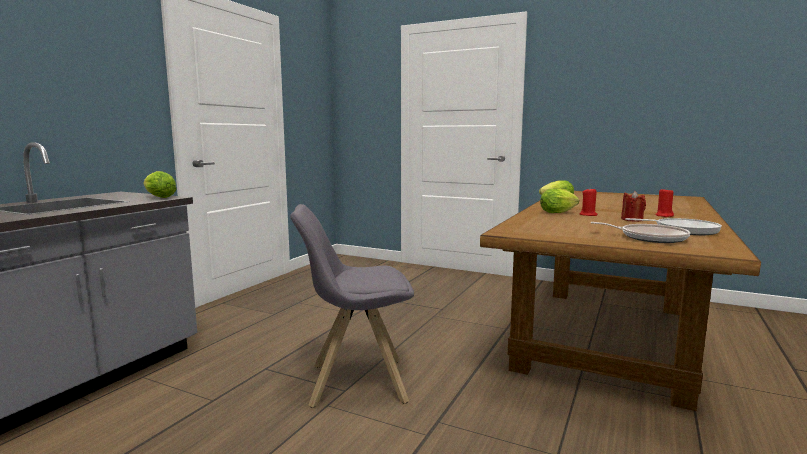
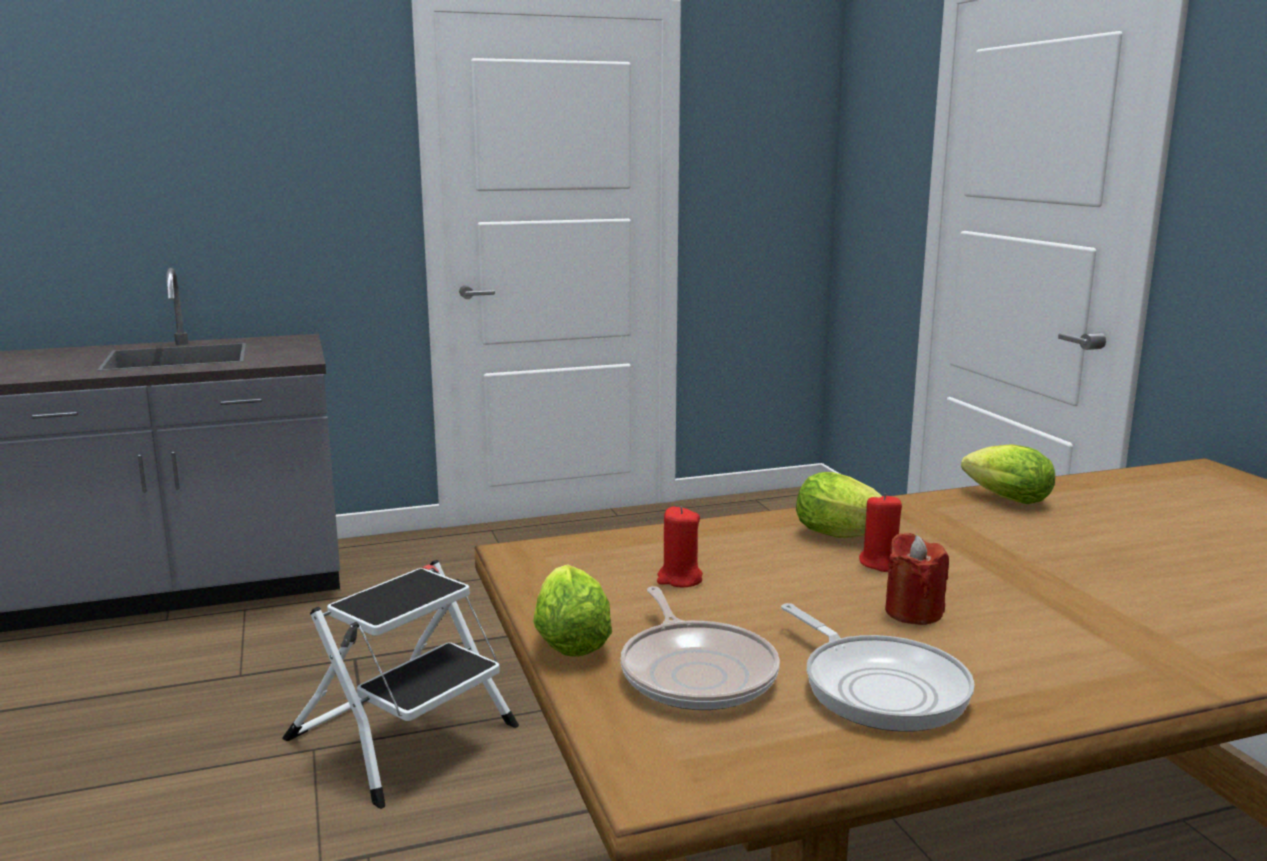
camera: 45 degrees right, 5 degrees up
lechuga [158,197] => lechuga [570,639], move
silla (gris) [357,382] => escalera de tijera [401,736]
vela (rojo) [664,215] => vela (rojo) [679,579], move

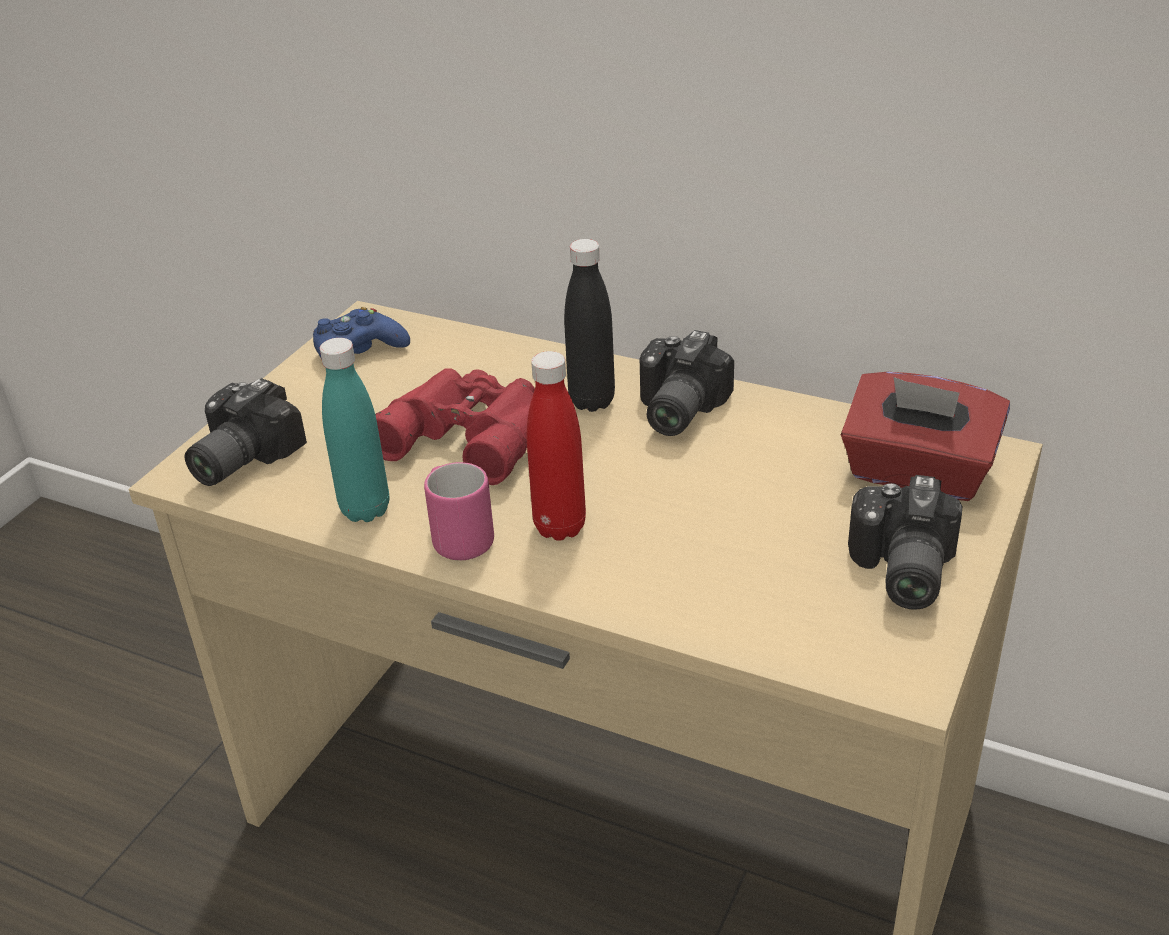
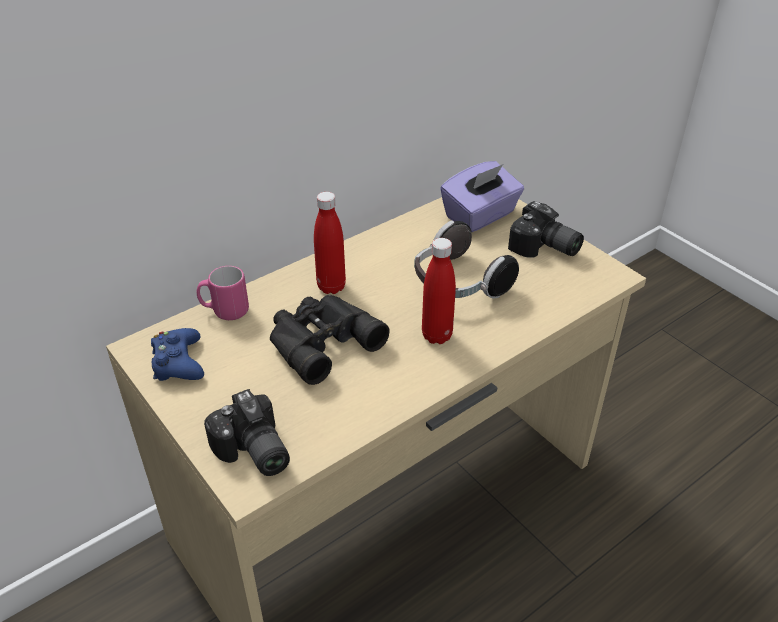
camera: 65 degrees left, 5 degrees up
botella (turquesa) [365,510] => nothing
prismáticos (rojo) [470,433] => prismáticos (negro) [320,341]
taza grande (rosa) [458,537] => taza grande (rosa) [225,311], move
botella (negro) [592,401] => botella (rojo) [331,287]
cámara [674,410] => nothing
caja de pañuelos (rojo) [917,473] => caja de pañuelos (morado) [480,215]
nothing => auriculares [458,284]

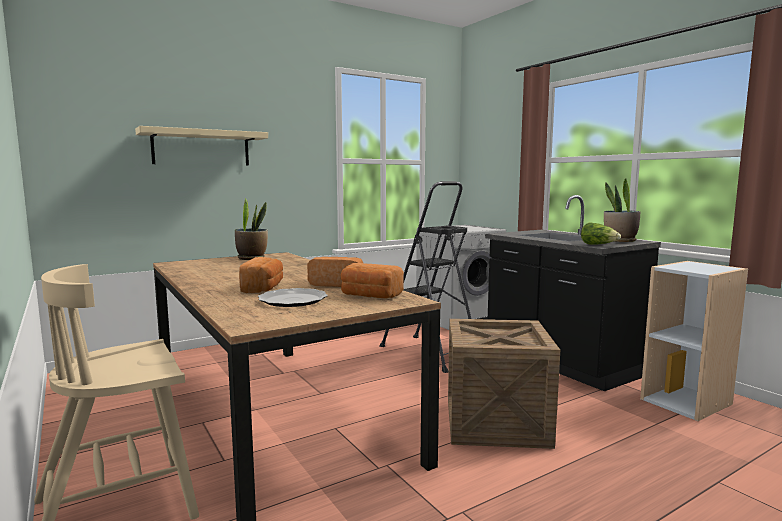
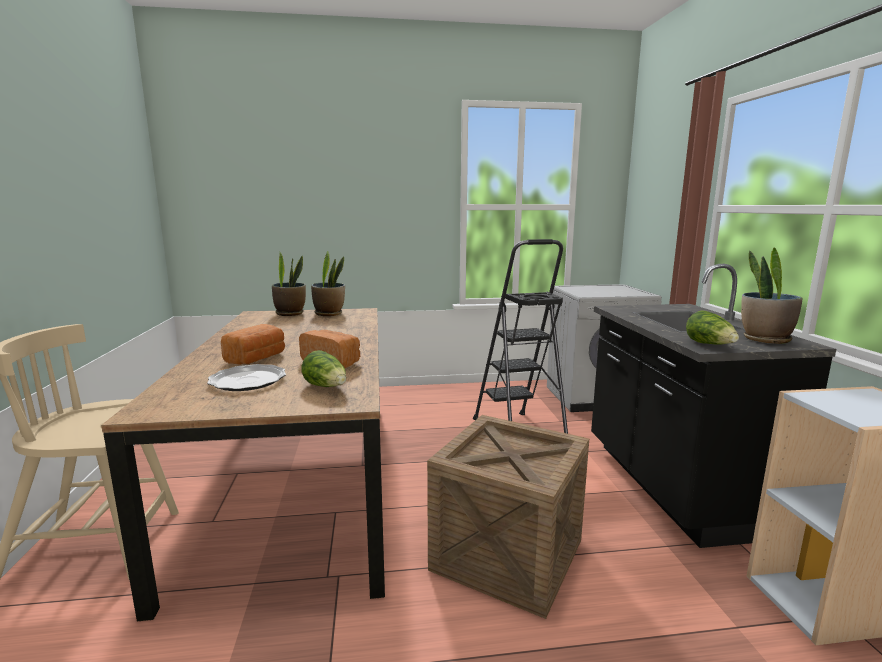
camera: 25 degrees right, 5 degrees up
estante (beis) [201,148] => nothing
pan [370,296] => lechuga [327,387]
nothing => planta en maceta [290,313]

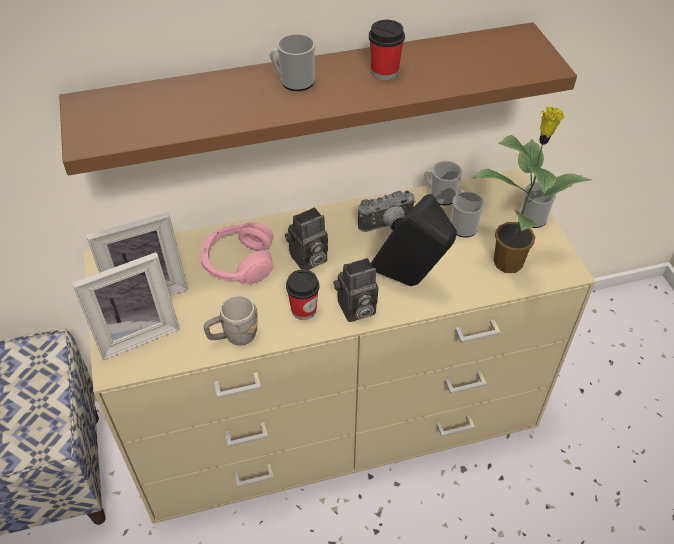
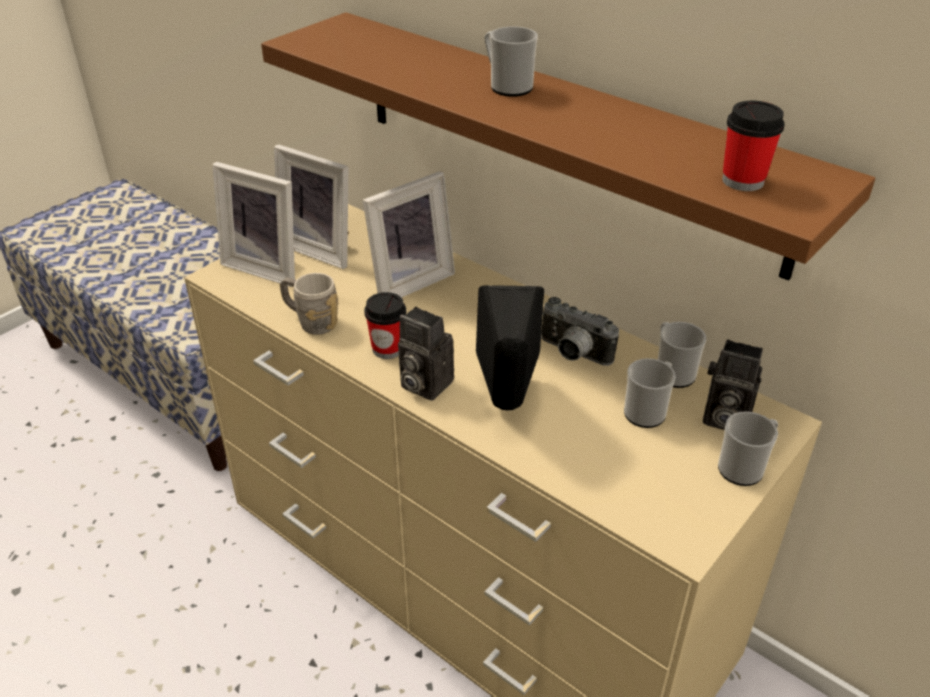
camera: 55 degrees right, 10 degrees down
auriculares (rosa) [238,262] => portarretratos [408,281]
cámara [308,260] => cámara [723,418], move
taza [384,72] => taza [743,181], move
planta en maceta [509,261] => nothing

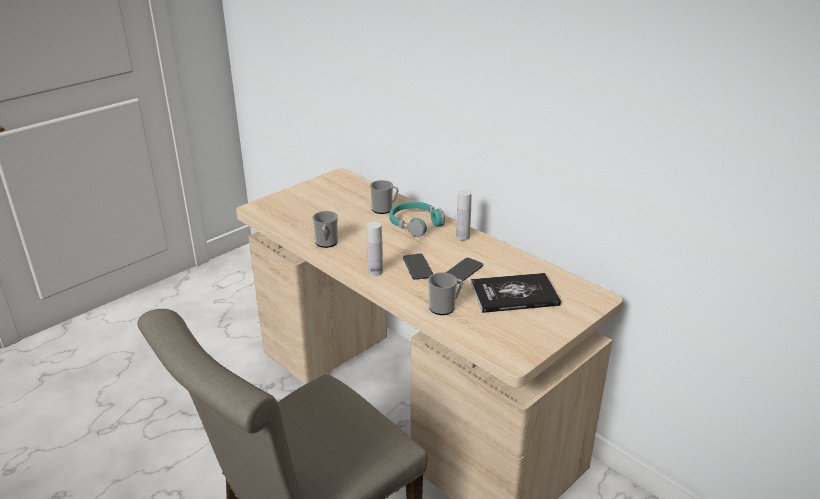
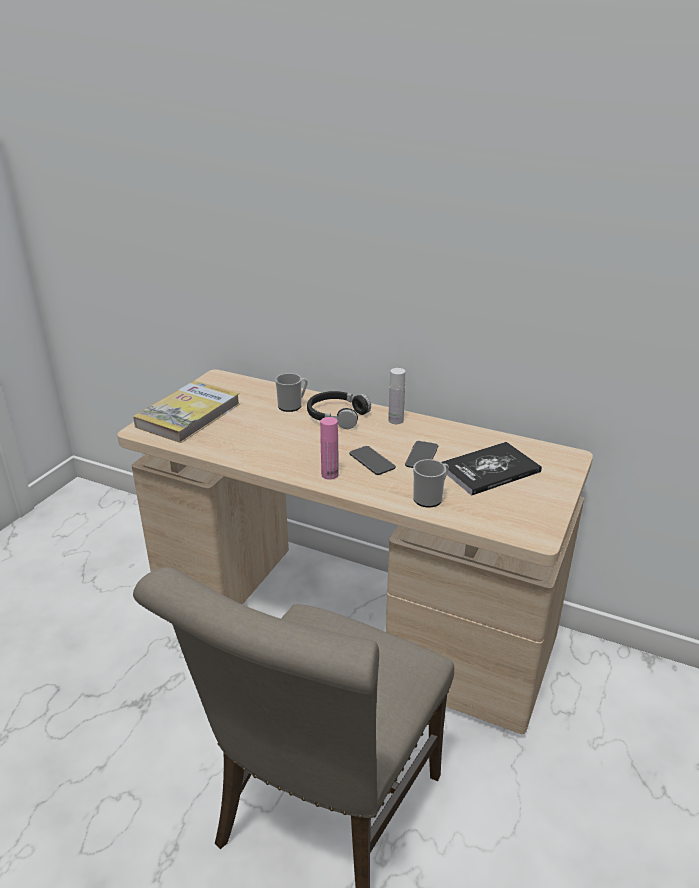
camera: 20 degrees left, 0 degrees up
taza grande [326,243] => nothing
botella (blanco) [375,271] => botella (rosa) [329,474]
auriculares (turquesa) [415,224] => auriculares (negro) [337,416]
nothing => libro [188,415]

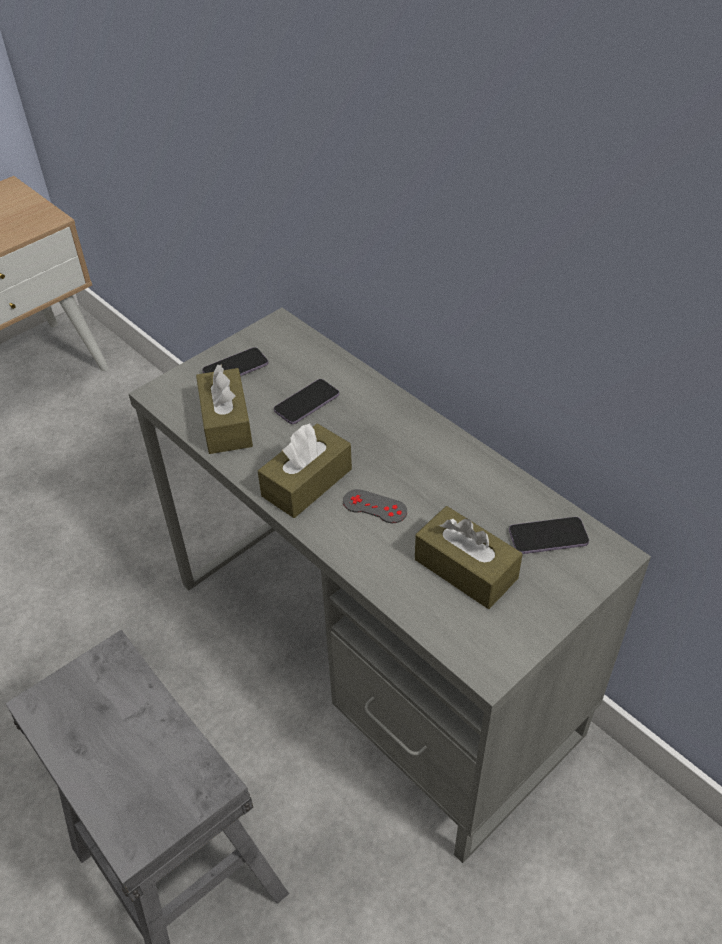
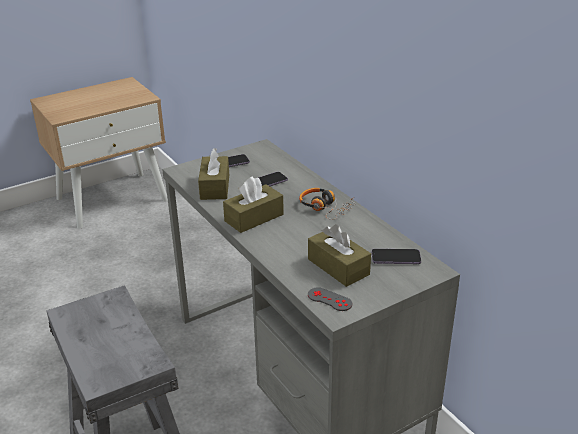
camera: 10 degrees right, 15 degrees down
mando de consola (gris) [374,506] => mando de consola (gris) [329,299], move
nothing => auriculares [325,208]

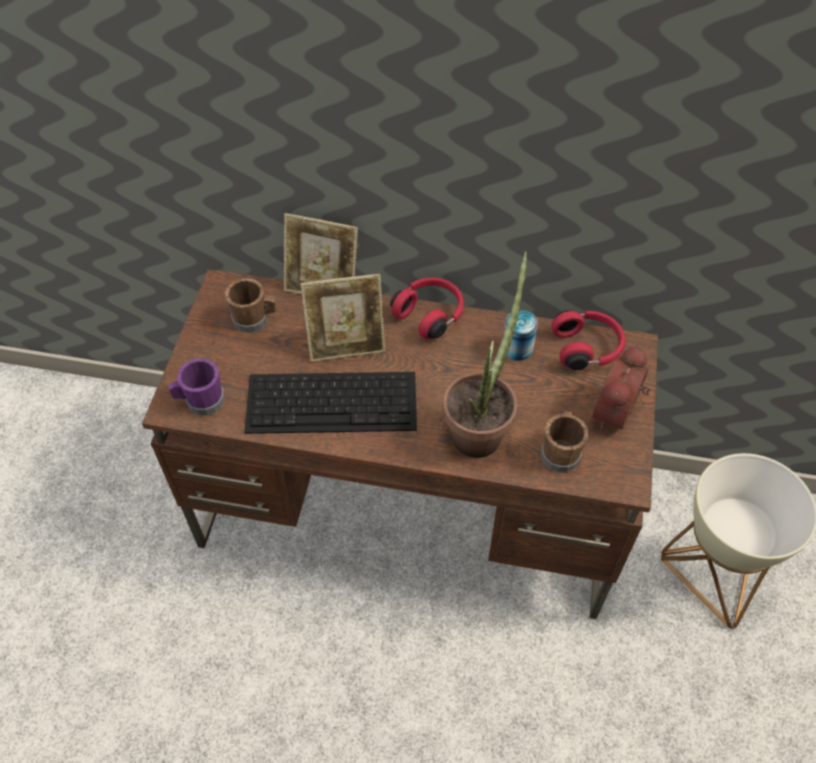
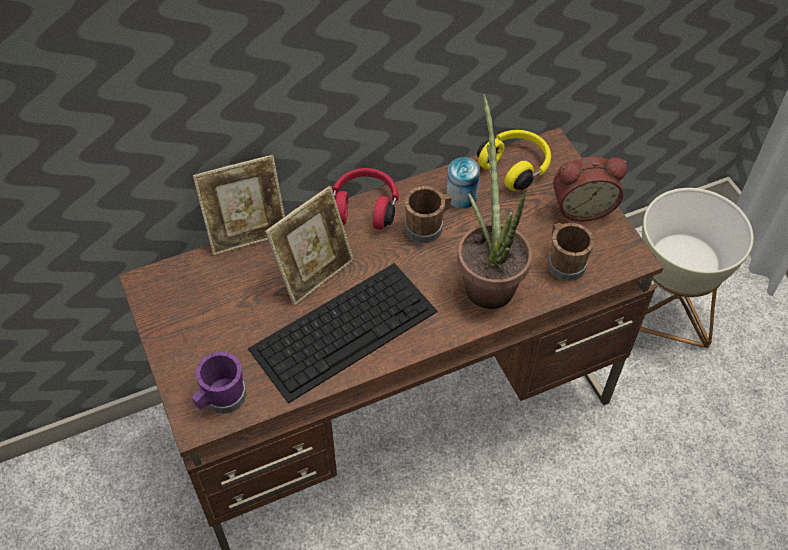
camera: 35 degrees left, 0 degrees up
taza grande (marrón) [255,319] => taza grande (marrón) [427,227], move
auriculares (rojo) [587,348] => auriculares (amarillo) [515,166]
despertador [618,413] => despertador [581,206], 90 degrees counterclockwise

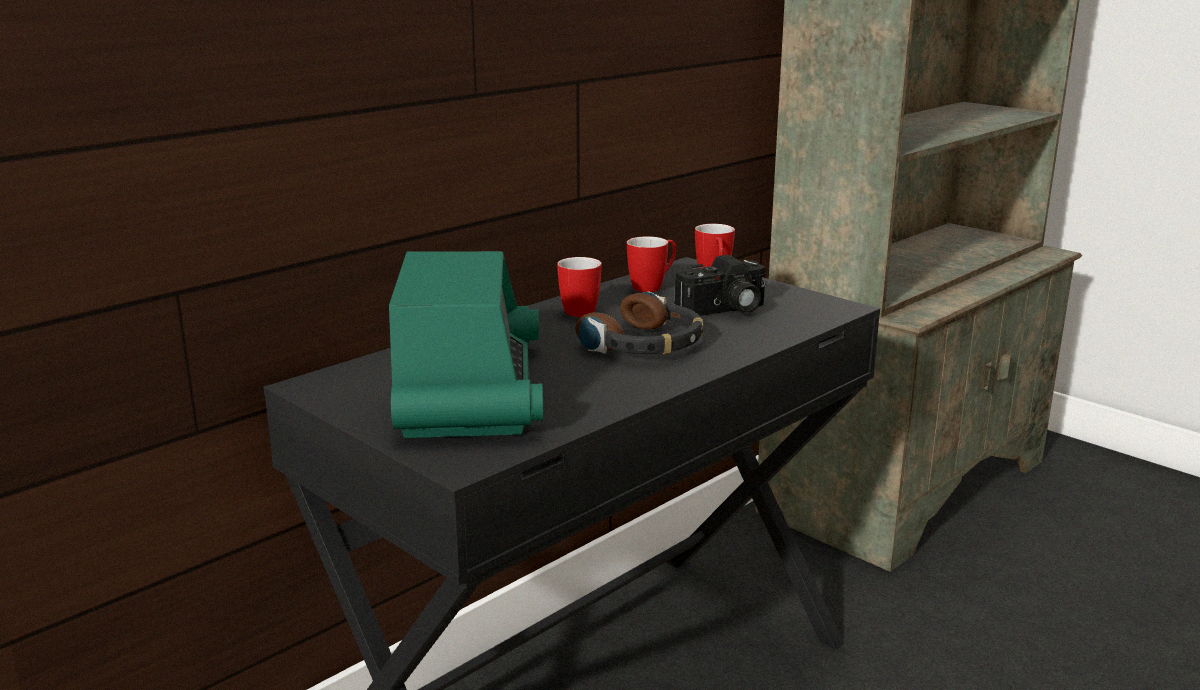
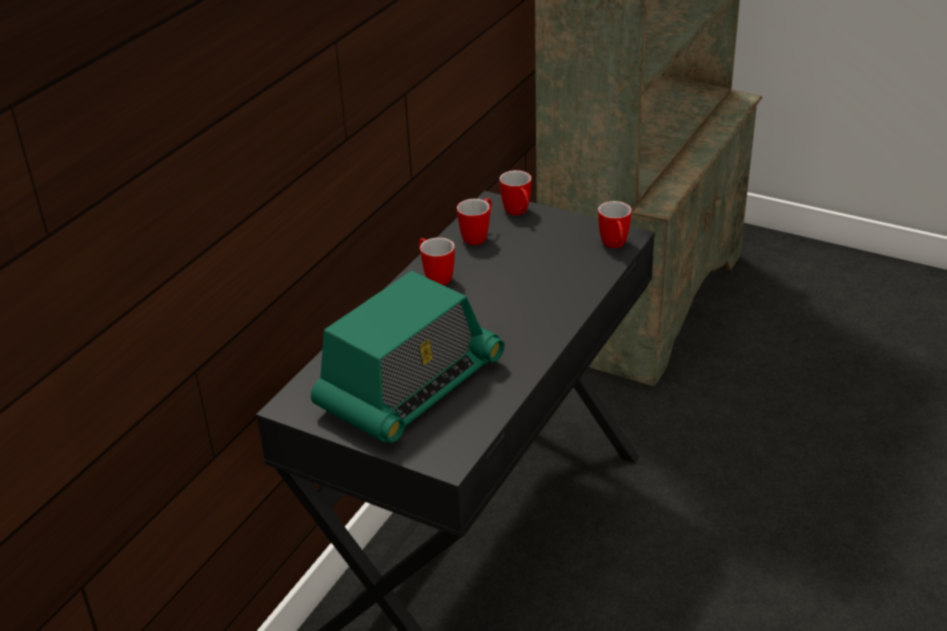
camera: 15 degrees left, 15 degrees up
radio [469,390] => radio [410,387], 60 degrees clockwise
auriculares [645,344] => nothing
cámara [724,310] => nothing
nothing => taza grande [615,246]

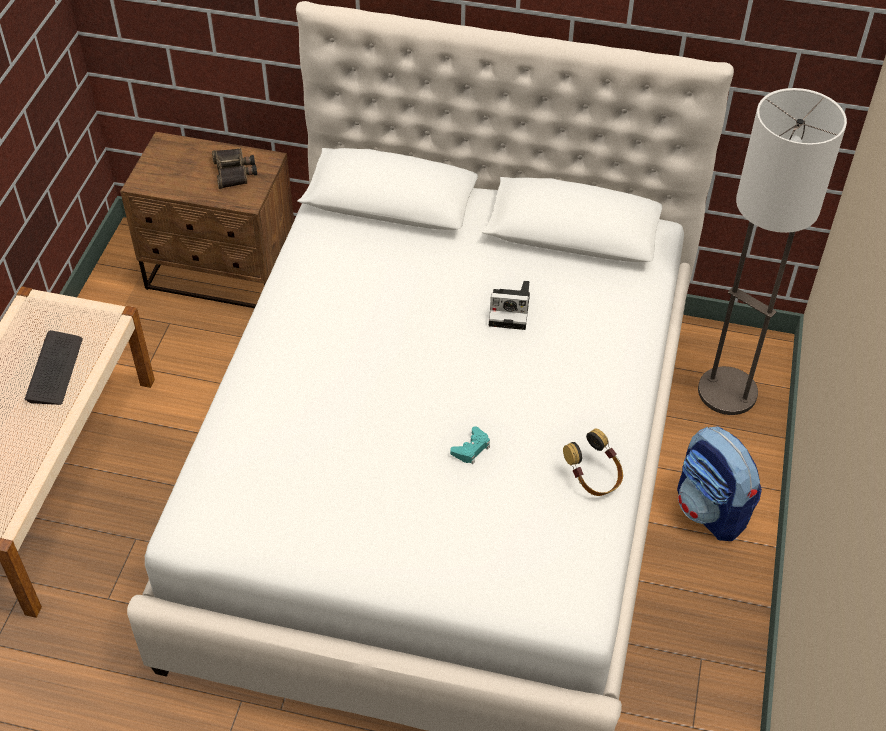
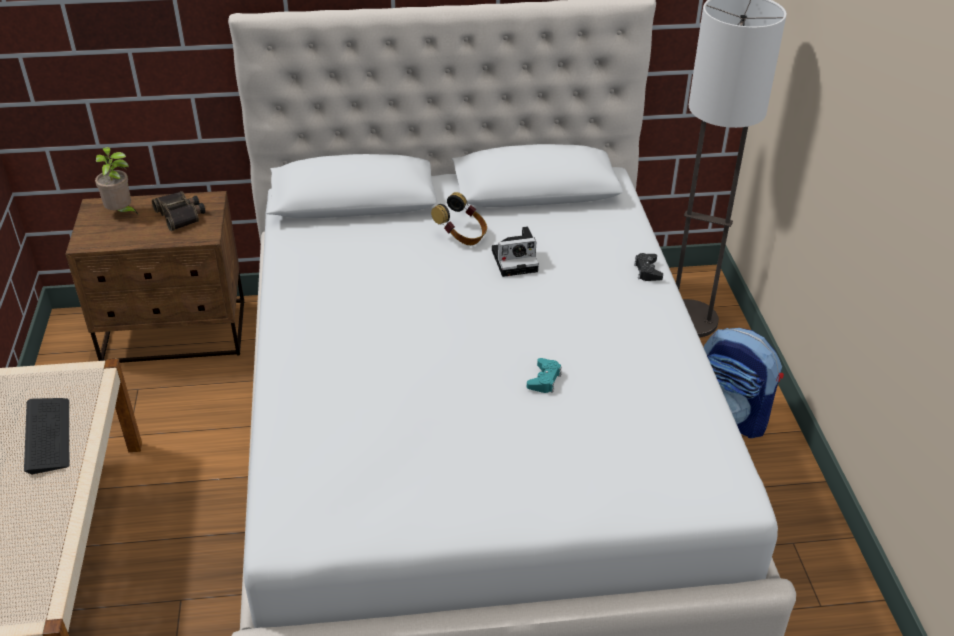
camera: 20 degrees left, 10 degrees down
auriculares [593,478] => auriculares [462,236], move
nothing => planta en maceta [121,213]
nothing => mando de consola (negro) [647,271]

